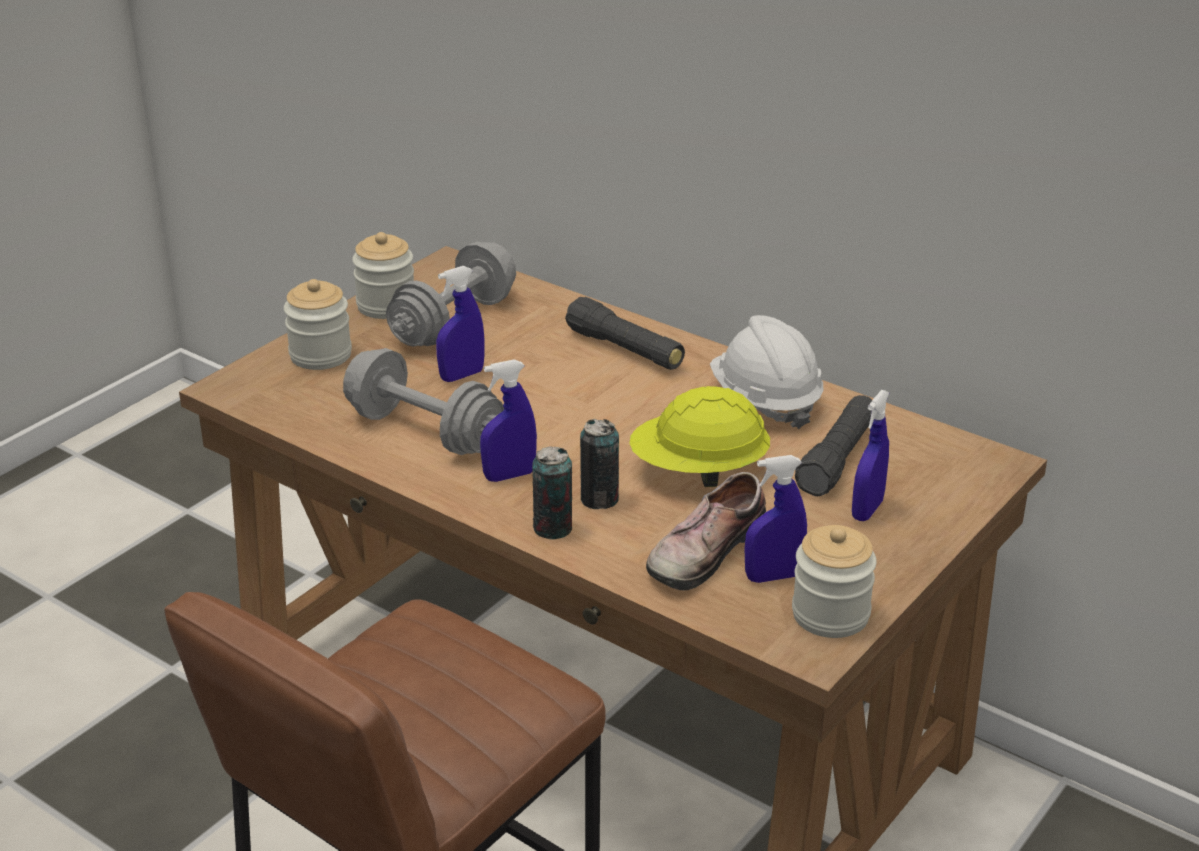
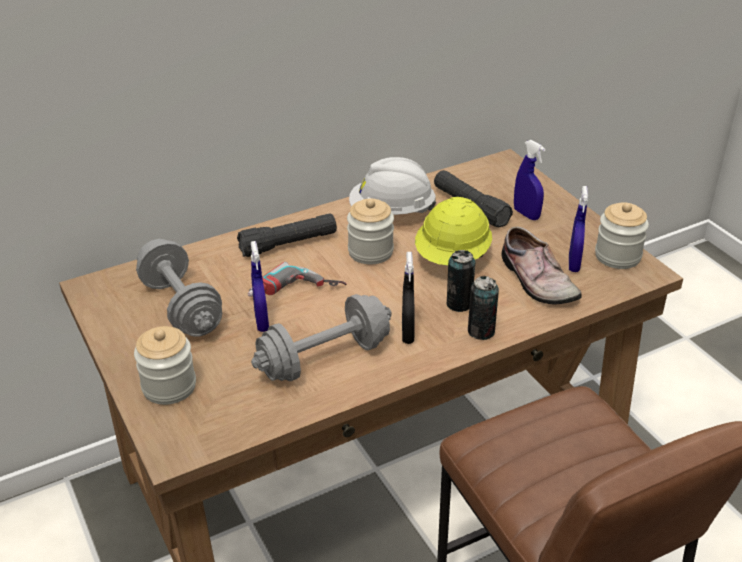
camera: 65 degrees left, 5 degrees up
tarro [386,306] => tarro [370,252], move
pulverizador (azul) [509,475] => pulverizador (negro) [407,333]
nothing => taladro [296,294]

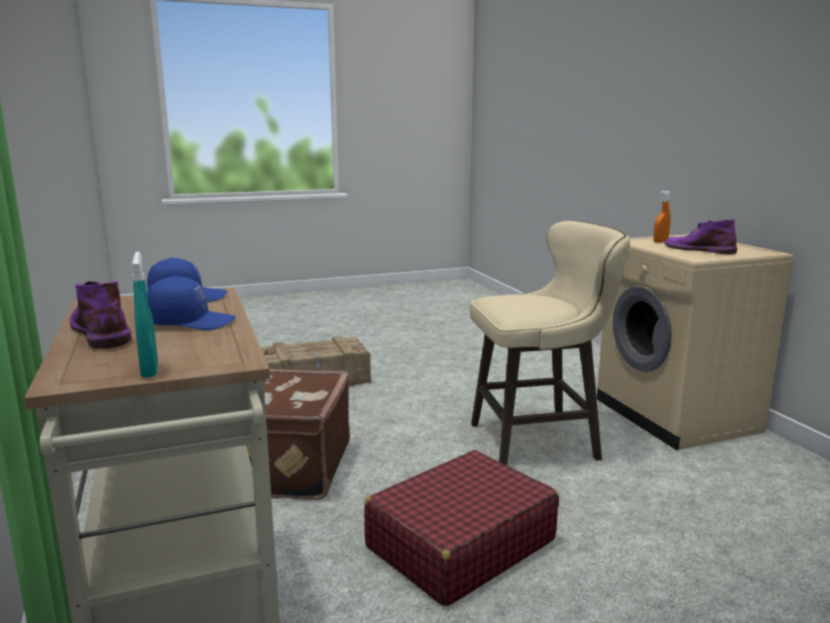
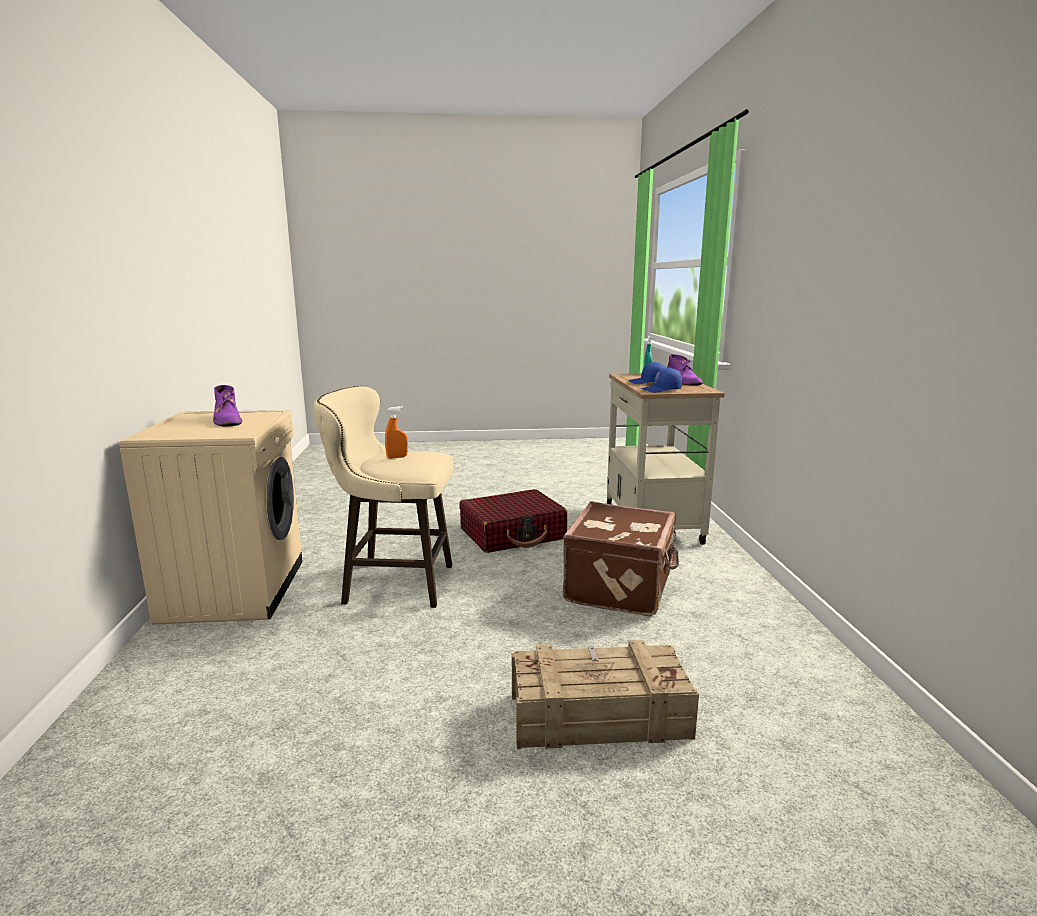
camera: 165 degrees left, 0 degrees up
pulverizador (naranja) [660,242] => pulverizador (naranja) [397,457], move

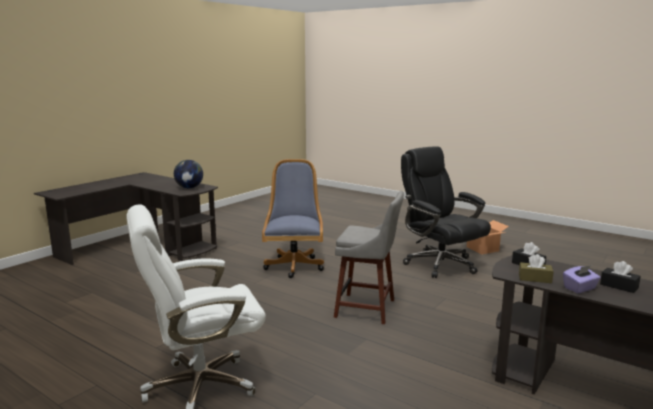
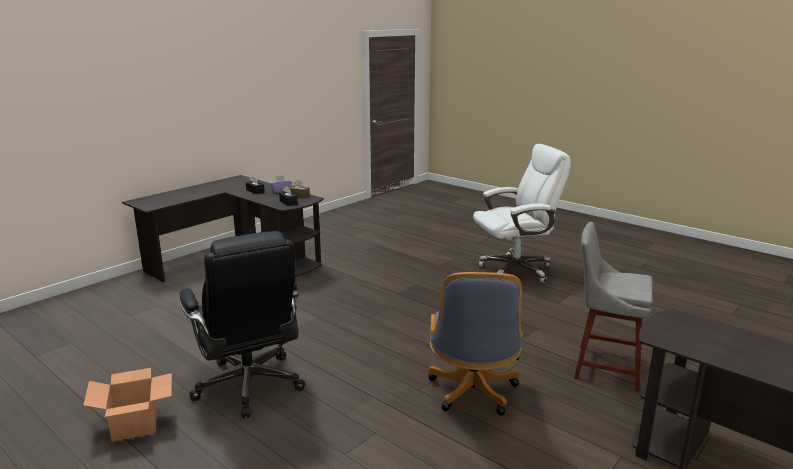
camera: 175 degrees left, 5 degrees up
globo terráqueo [189,188] => nothing
silla (gris) [368,309] => silla (gris) [603,366], move

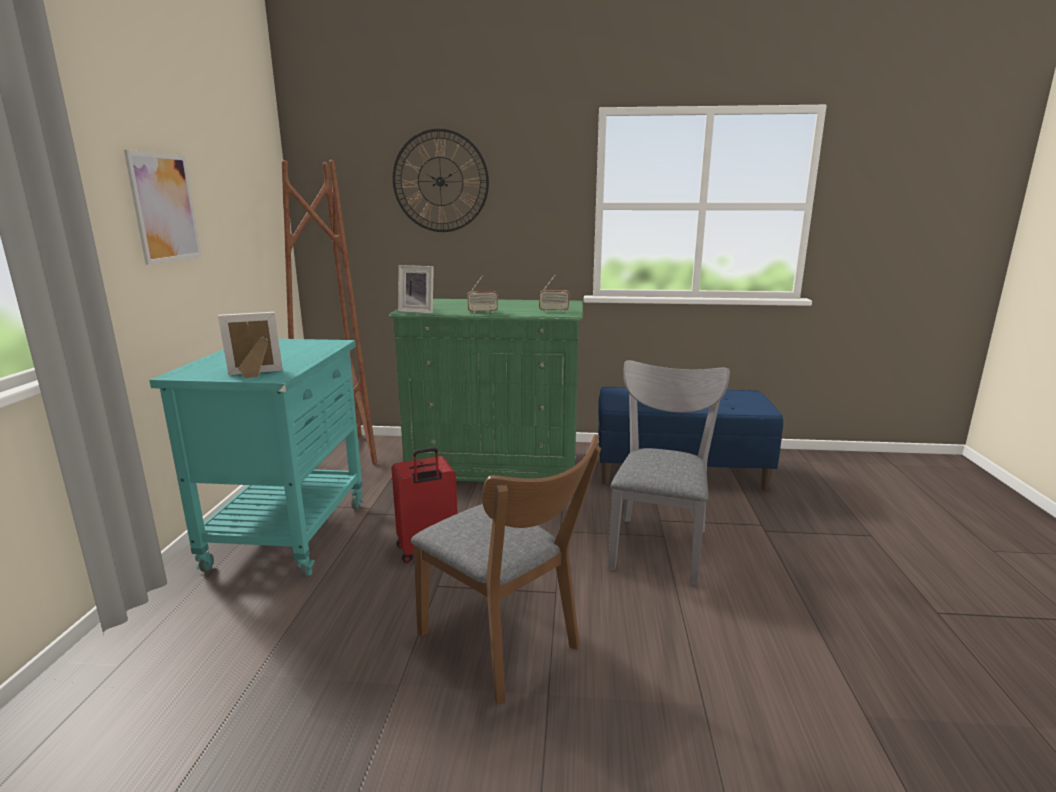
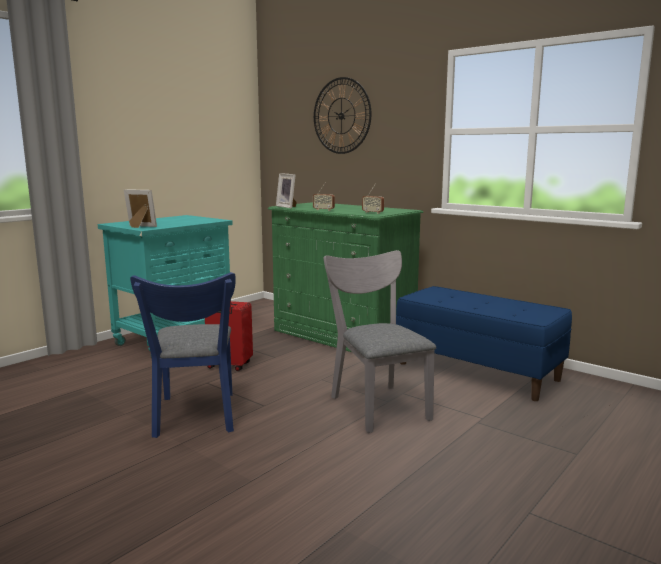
camera: 35 degrees right, 5 degrees down
cuadro [164,208] => nothing
perchero (marrón) [344,453] => nothing
silla (marrón) [505,646] => silla (azul) [195,418]
silla (gris) [659,543] => silla (gris) [376,404], 75 degrees counterclockwise

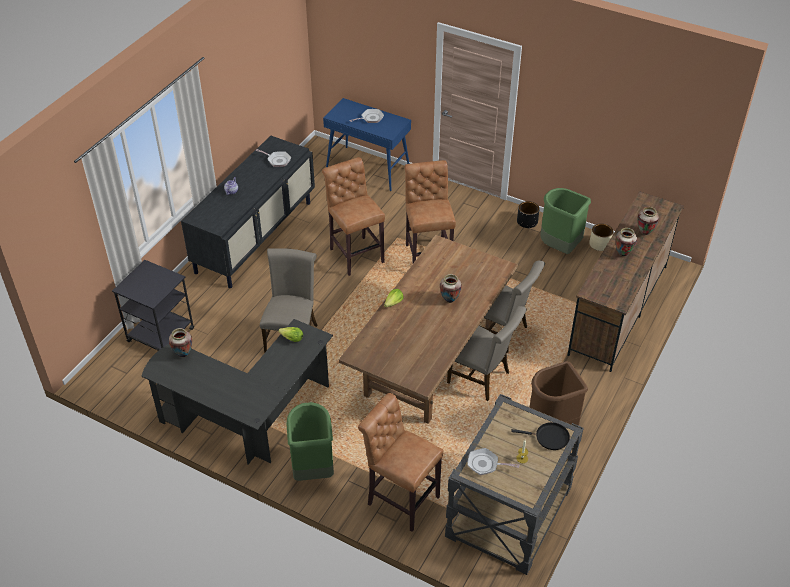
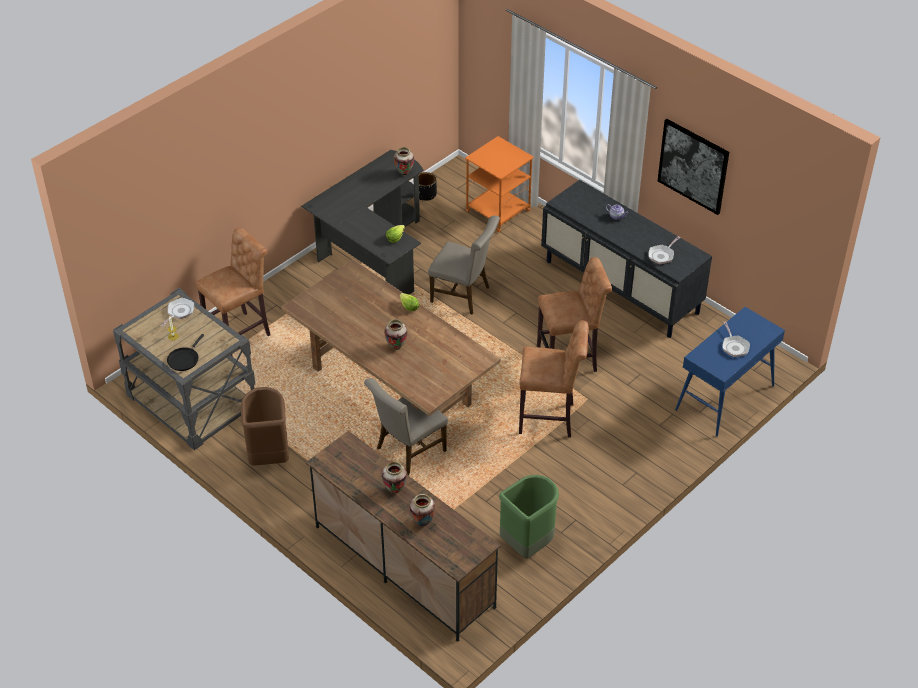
camera: 105 degrees right, 0 degrees up
carrito (negro) [161,334] => carrito (naranja) [498,212]
papelera (verde) [312,469] => nothing
silla (beis) [482,379] => nothing
maceta (negro) [527,222] => maceta (negro) [425,194], move
maceta (beis) [600,244] => nothing
nothing => cuadro [693,166]

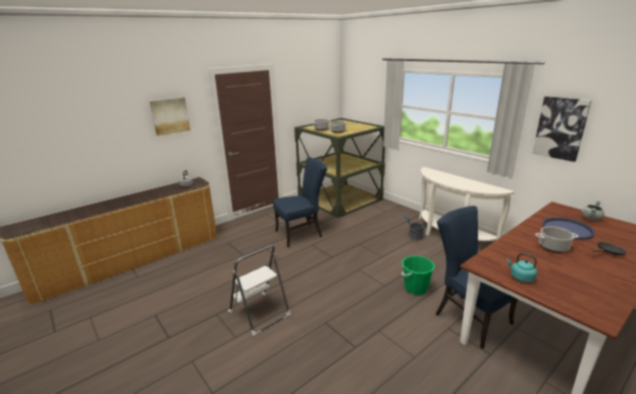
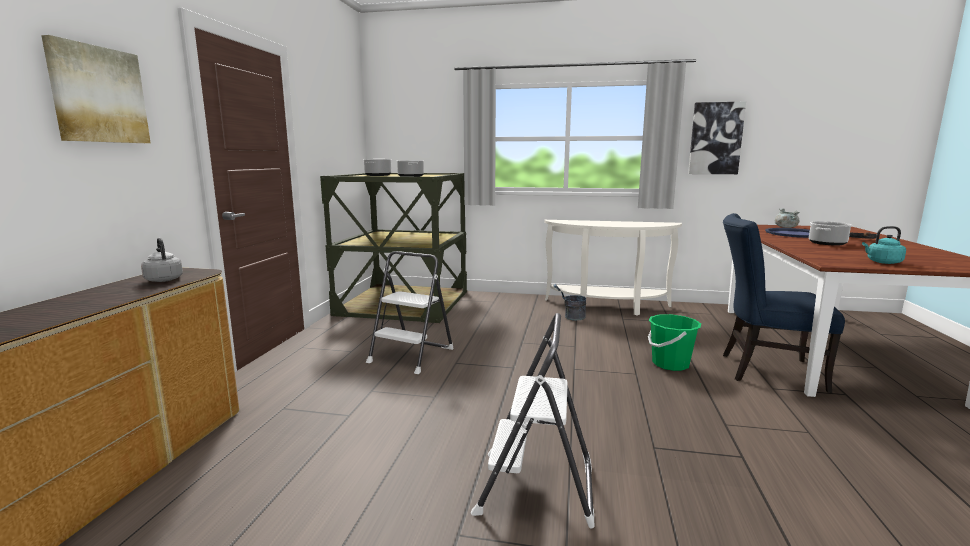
camera: 40 degrees left, 10 degrees down
silla (azul) [301,233] => escalera de tijera (blanco) [413,354]

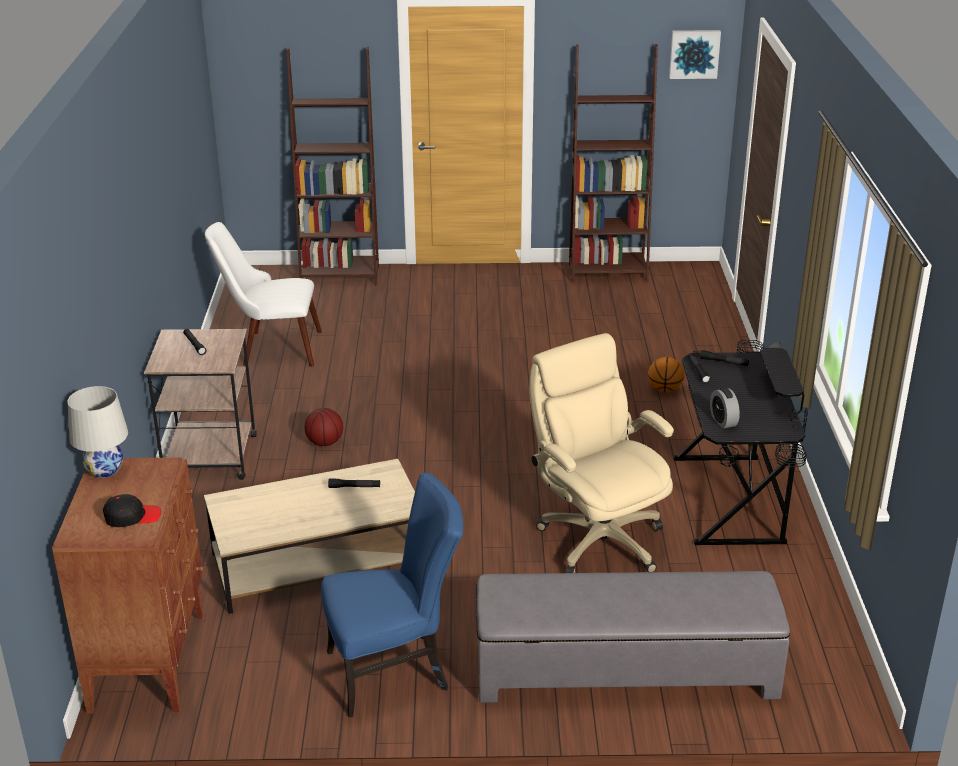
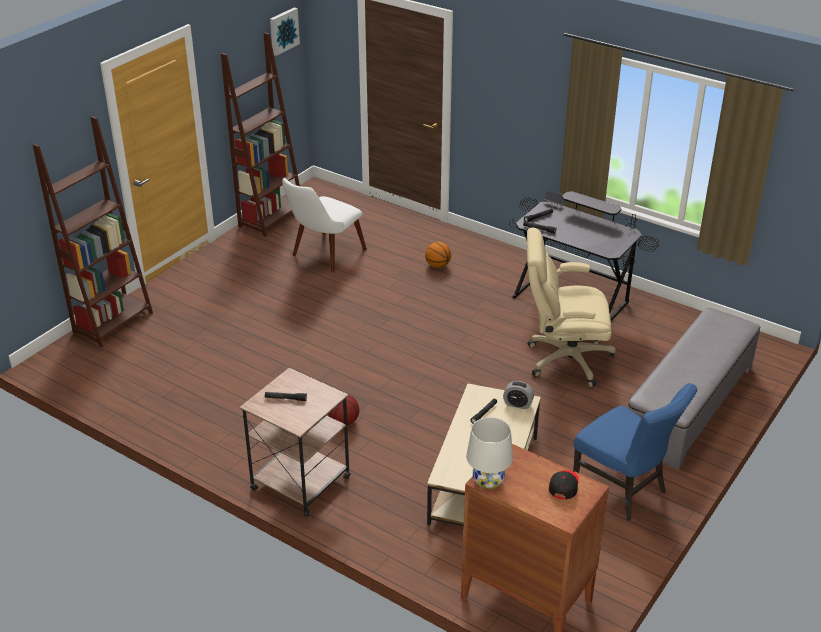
camera: 55 degrees left, 5 degrees up
silla (blanco) [270,348] => silla (blanco) [323,256], move
silla (azul) [395,670] => silla (azul) [623,490], 120 degrees clockwise
despertador [723,421] => despertador [518,404], move

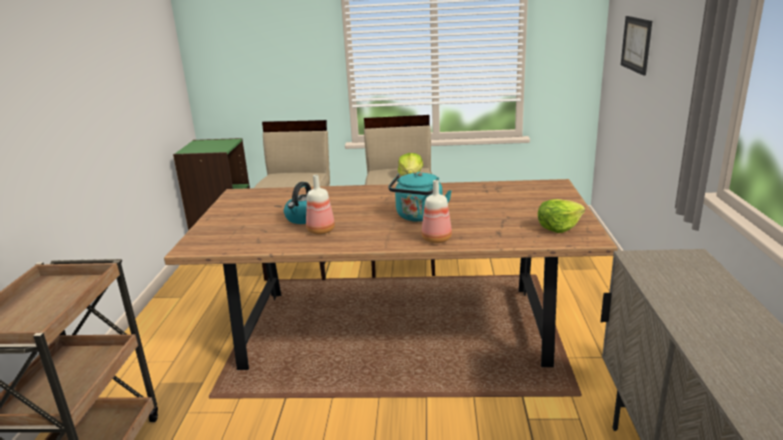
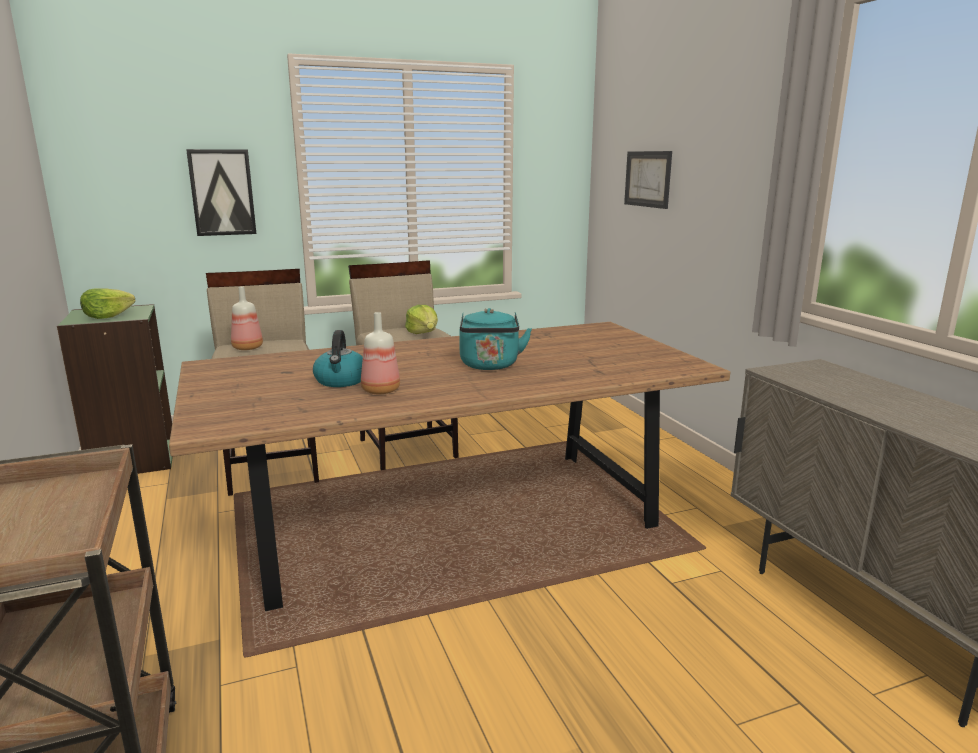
camera: 25 degrees left, 5 degrees down
botella [436,240] => botella [247,348], move
lechuga [558,227] => lechuga [107,316], move
nothing => cuadro [222,192]

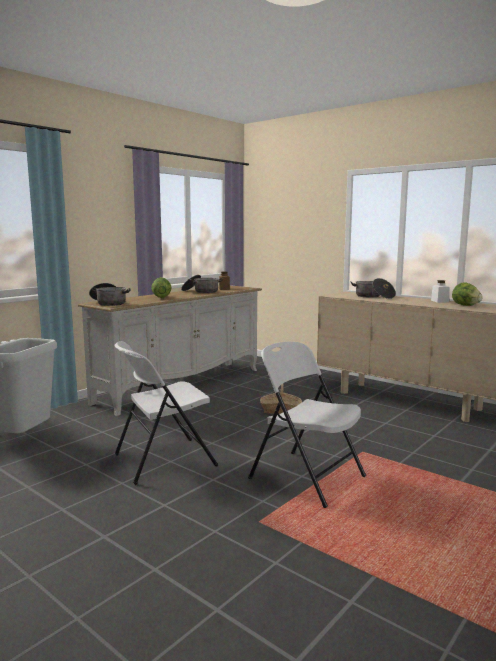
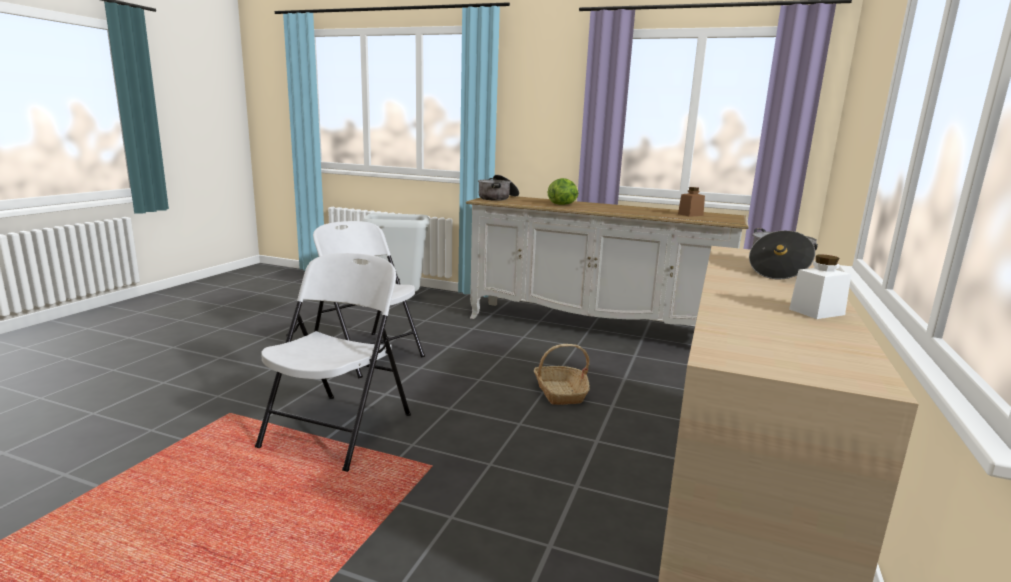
camera: 70 degrees right, 5 degrees up
olla [201,291] => nothing
lechuga [465,305] => nothing

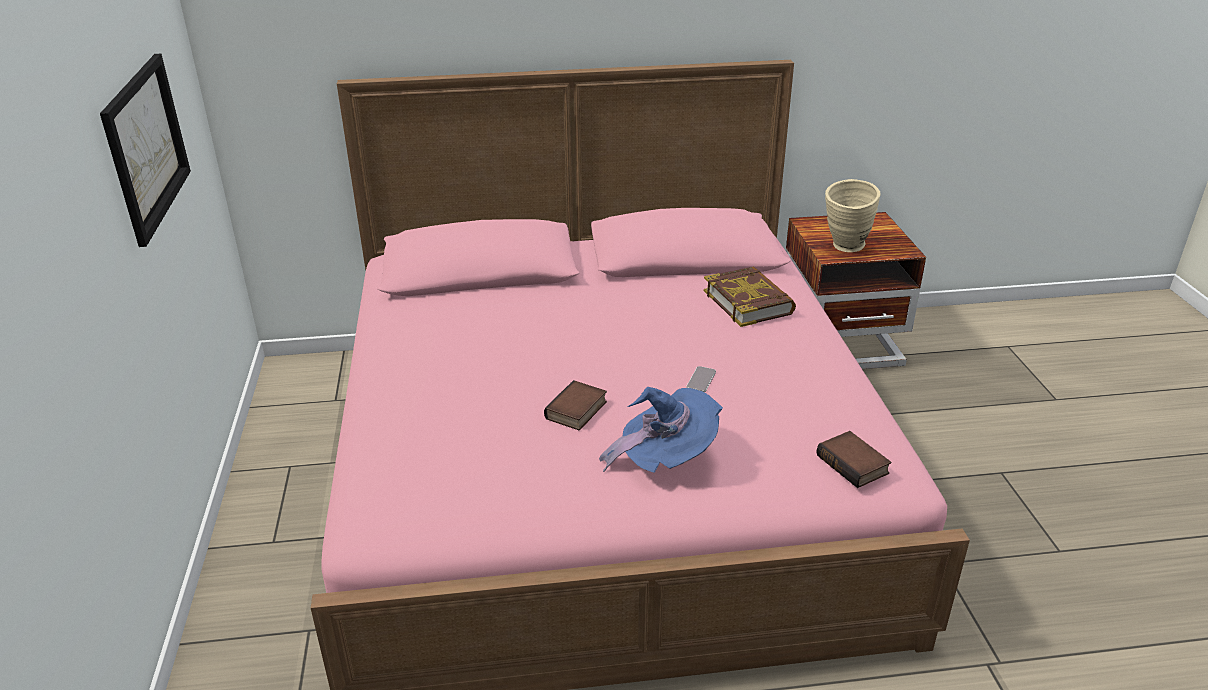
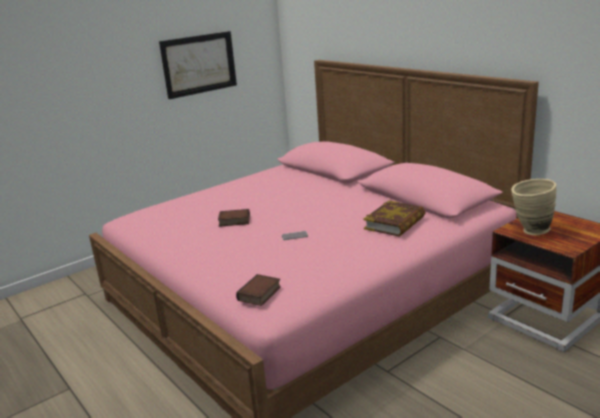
camera: 60 degrees right, 10 degrees down
sombrero (azul) [666,458] => nothing

